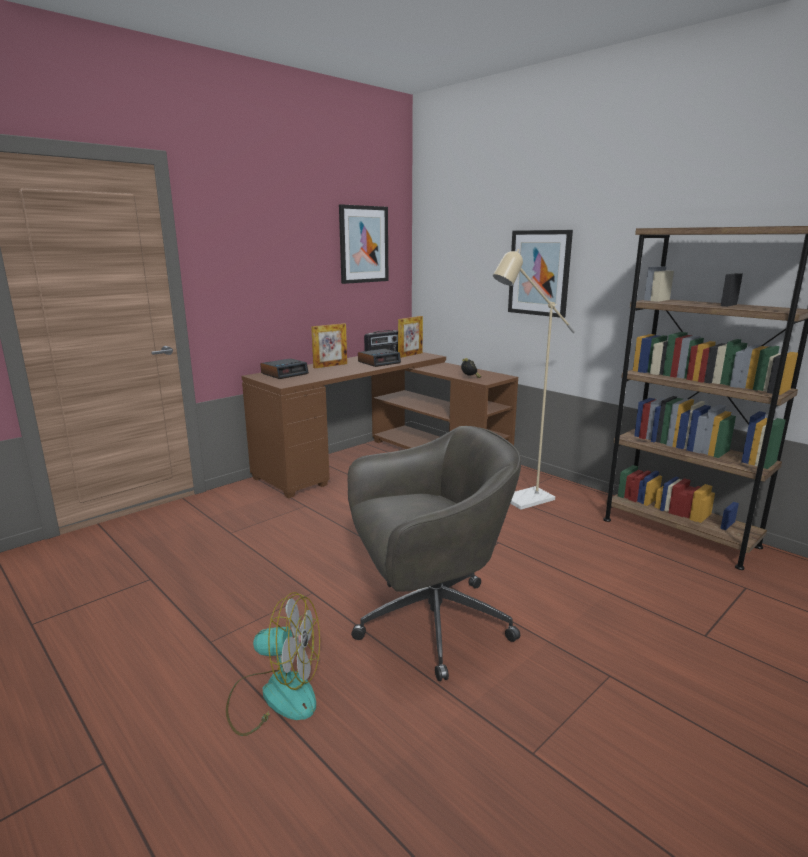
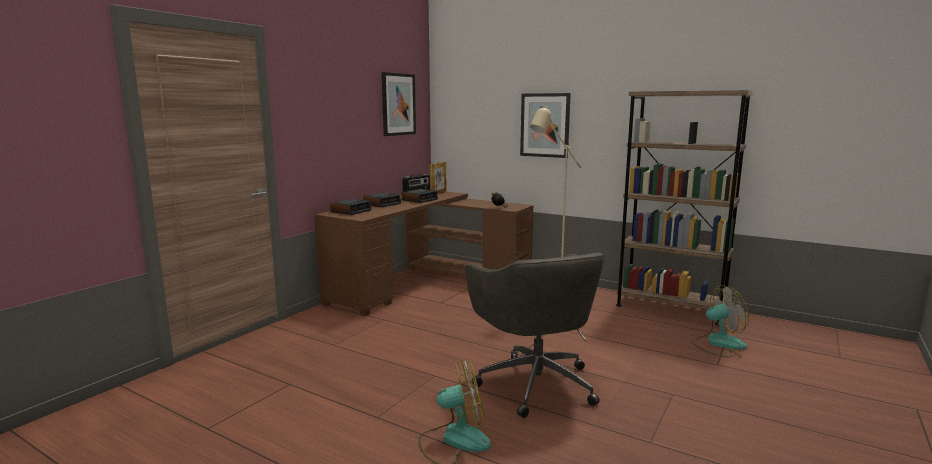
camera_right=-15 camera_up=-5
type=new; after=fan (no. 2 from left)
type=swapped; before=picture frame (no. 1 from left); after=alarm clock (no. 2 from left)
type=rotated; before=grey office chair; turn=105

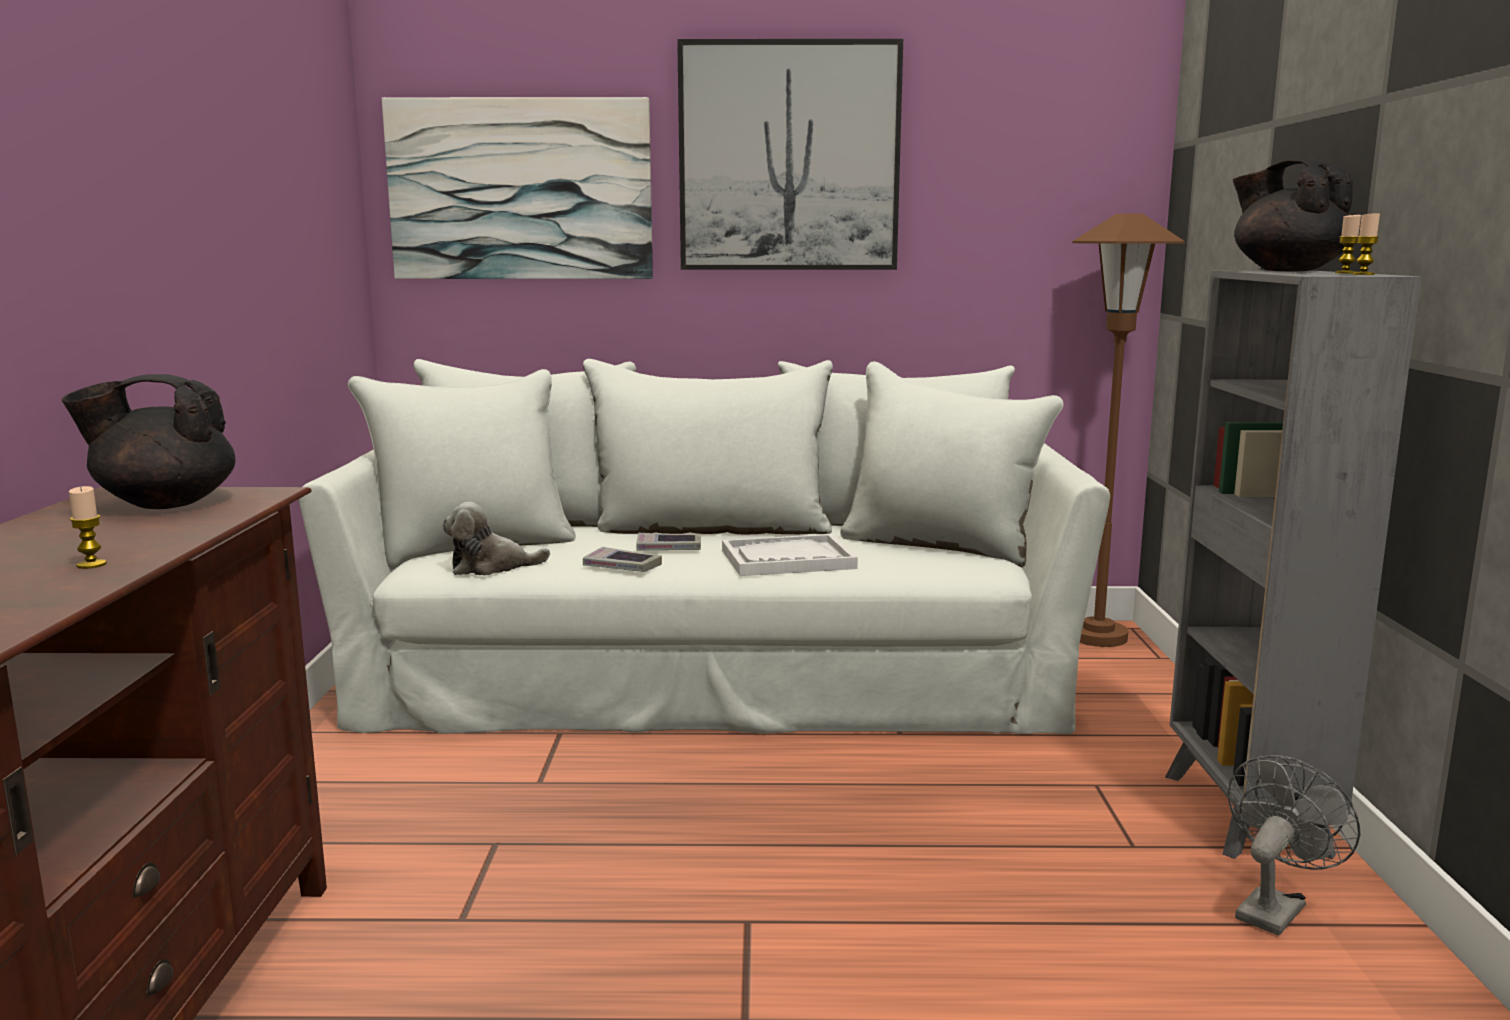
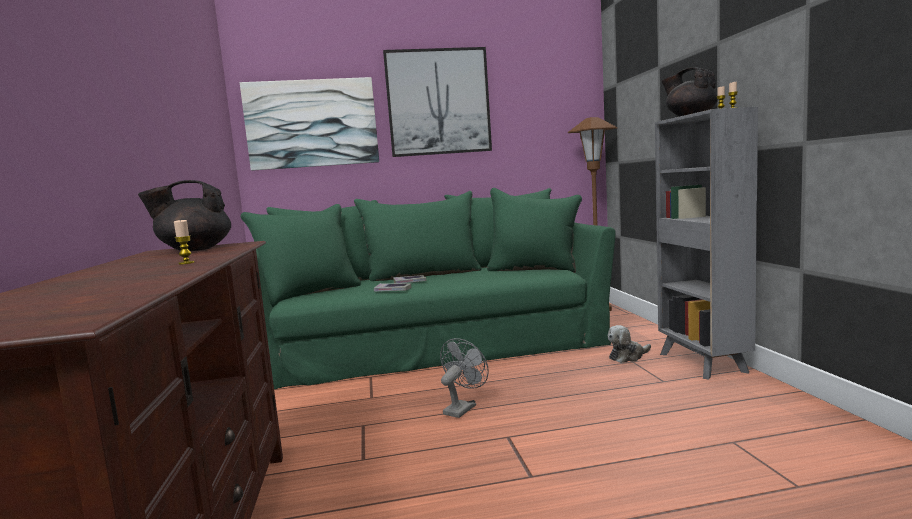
camera_right=-10 camera_up=-5
type=gone; before=white tray
type=shifted; before=plush toy
type=shifted; before=grey fan
type=repainted; before=white sofa; after=green sofa

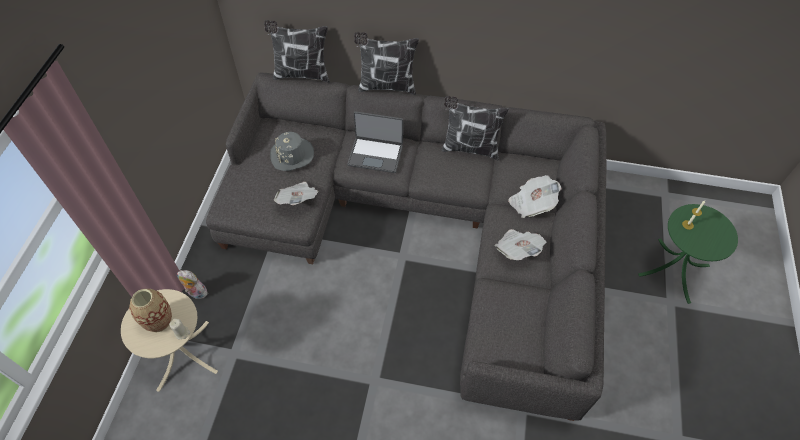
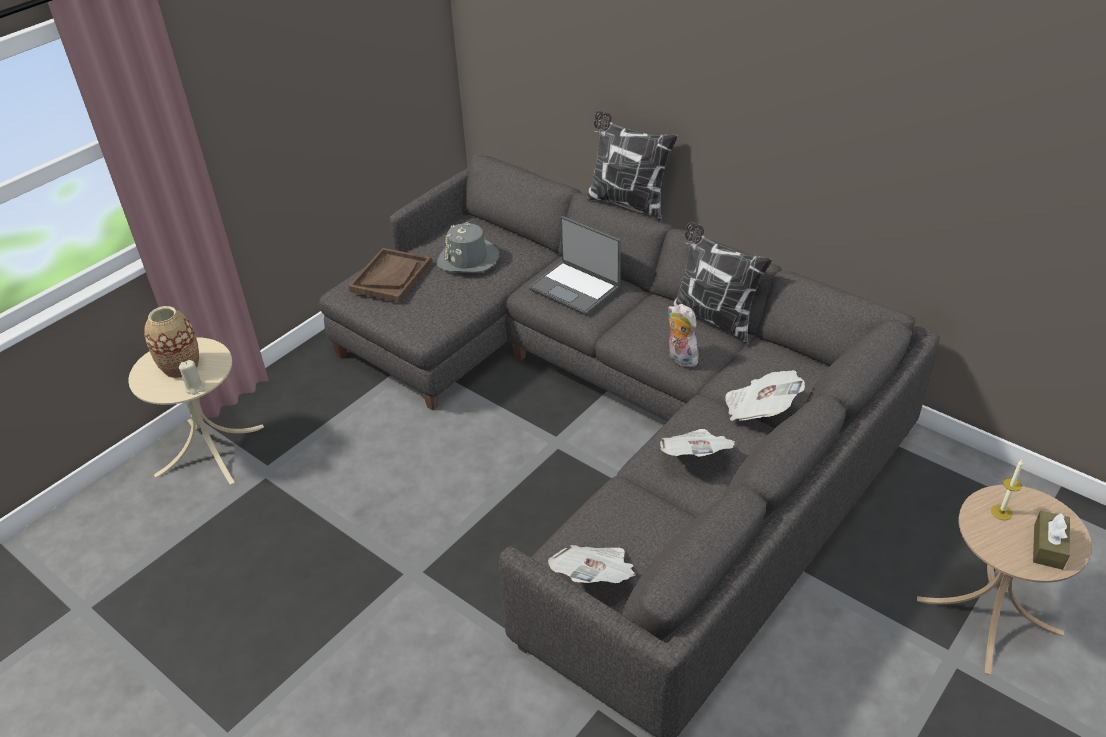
camera_right=30 camera_up=-15
type=gone; before=pillow (no. 1 from left)
type=new; after=brown tray
type=new; after=brown tissue box
type=shifted; before=plush toy
type=shifted; before=newspaper (no. 1 from left)
type=repainted; before=green side table; after=beige side table (no. 2 from left)

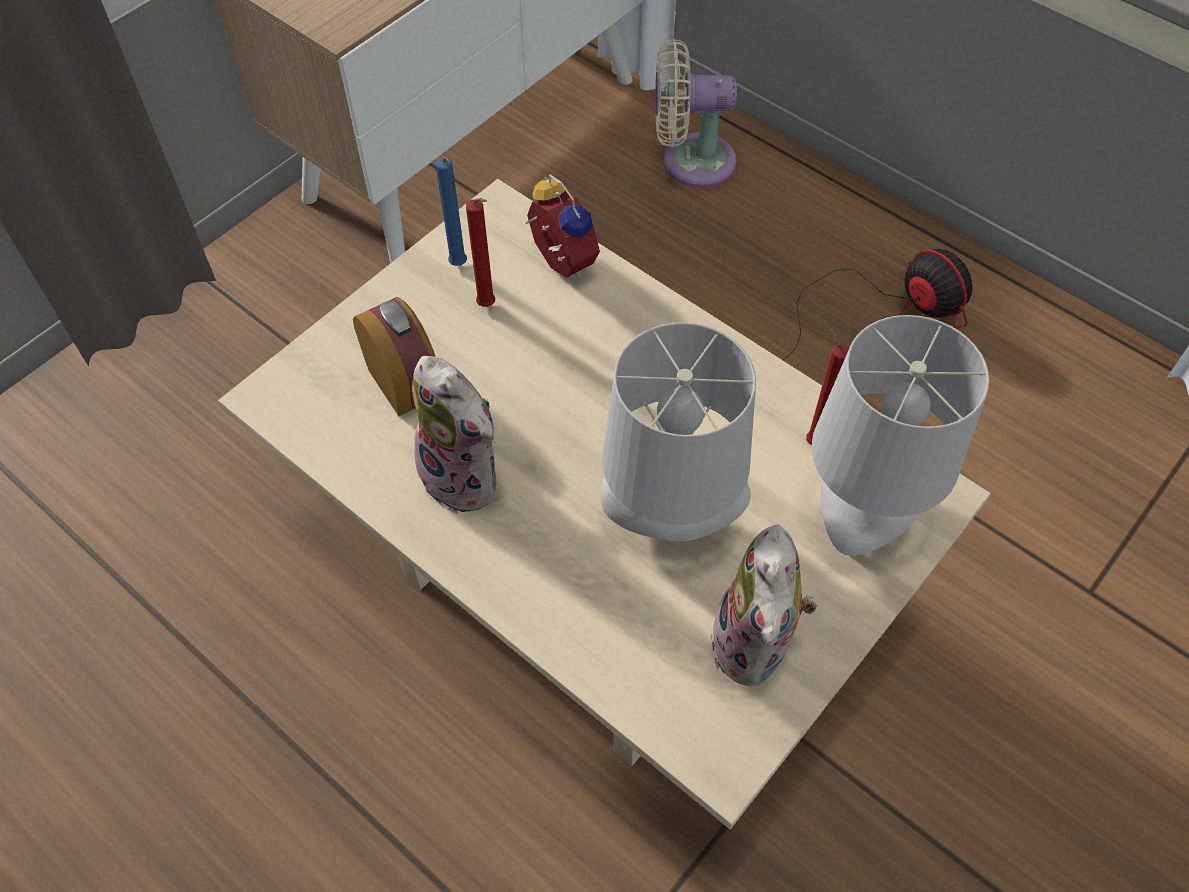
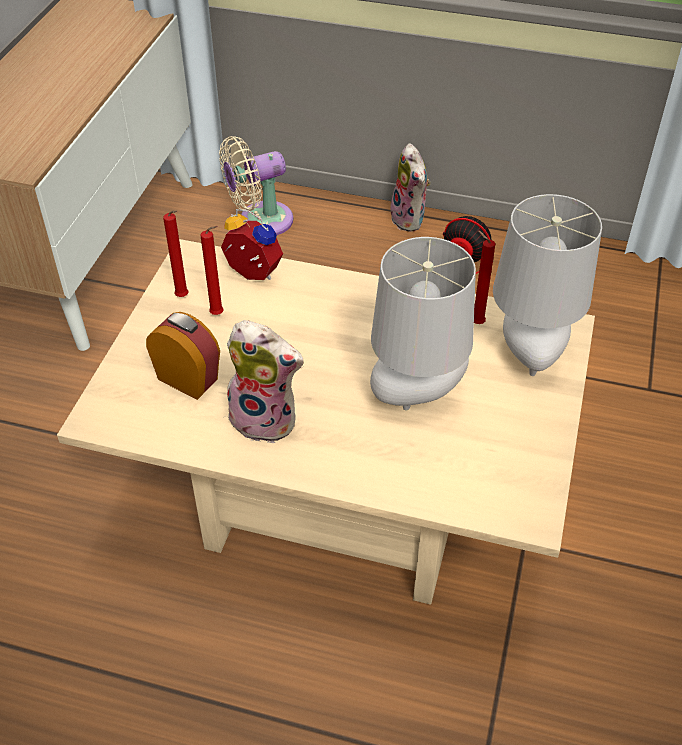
camera_right=-25 camera_up=-10
type=shifted; before=plush toy (no. 2 from left)
type=repainted; before=blue candle; after=red candle (no. 1 from left)

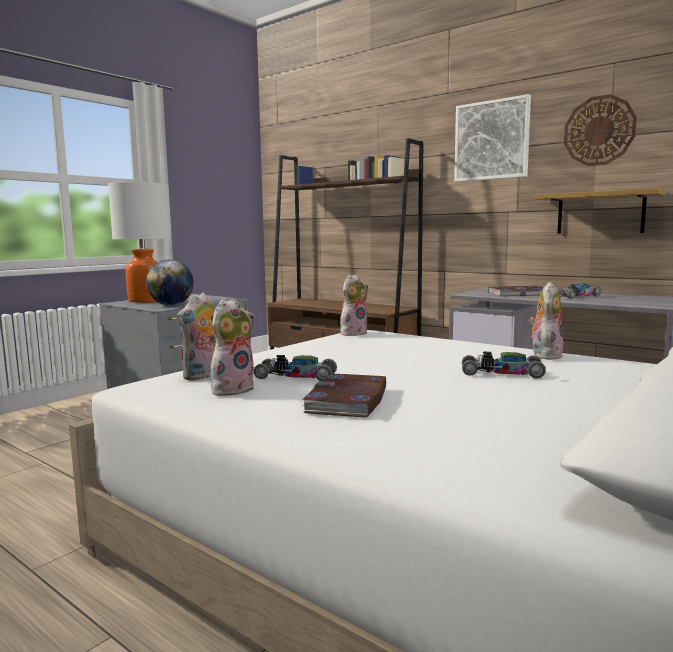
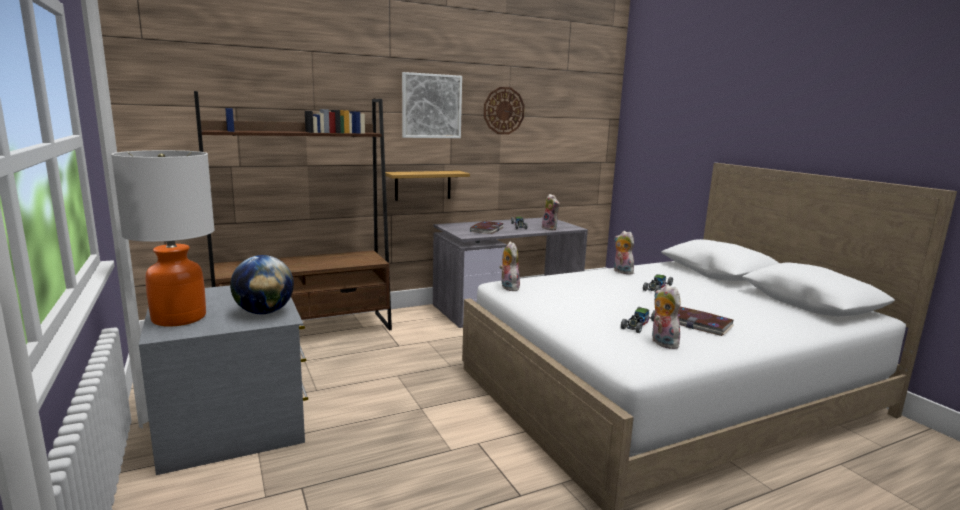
camera_right=-65 camera_up=5
type=shifted; before=plush toy (no. 1 from left in the first image); after=plush toy (no. 2 from left)
type=shifted; before=shelf

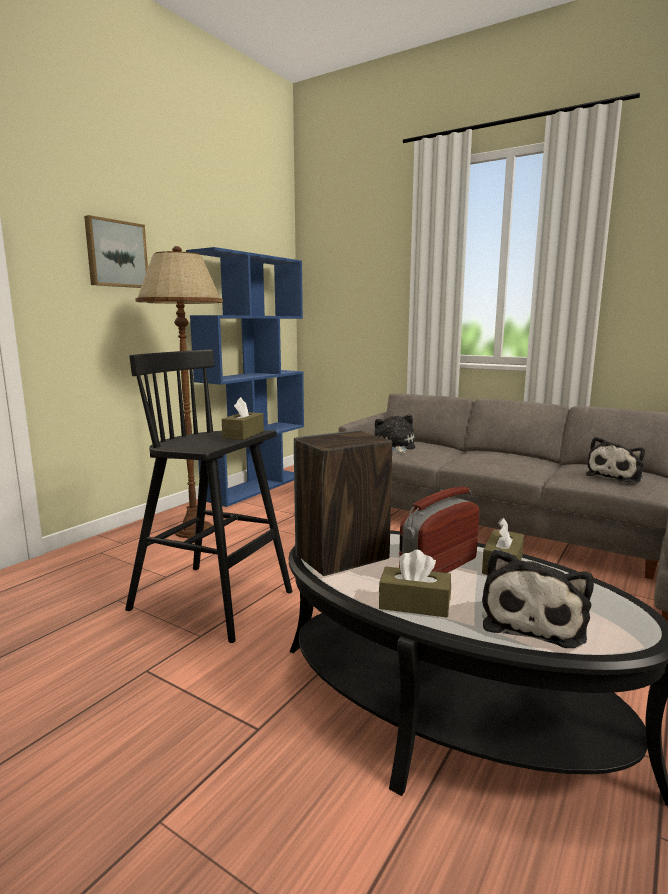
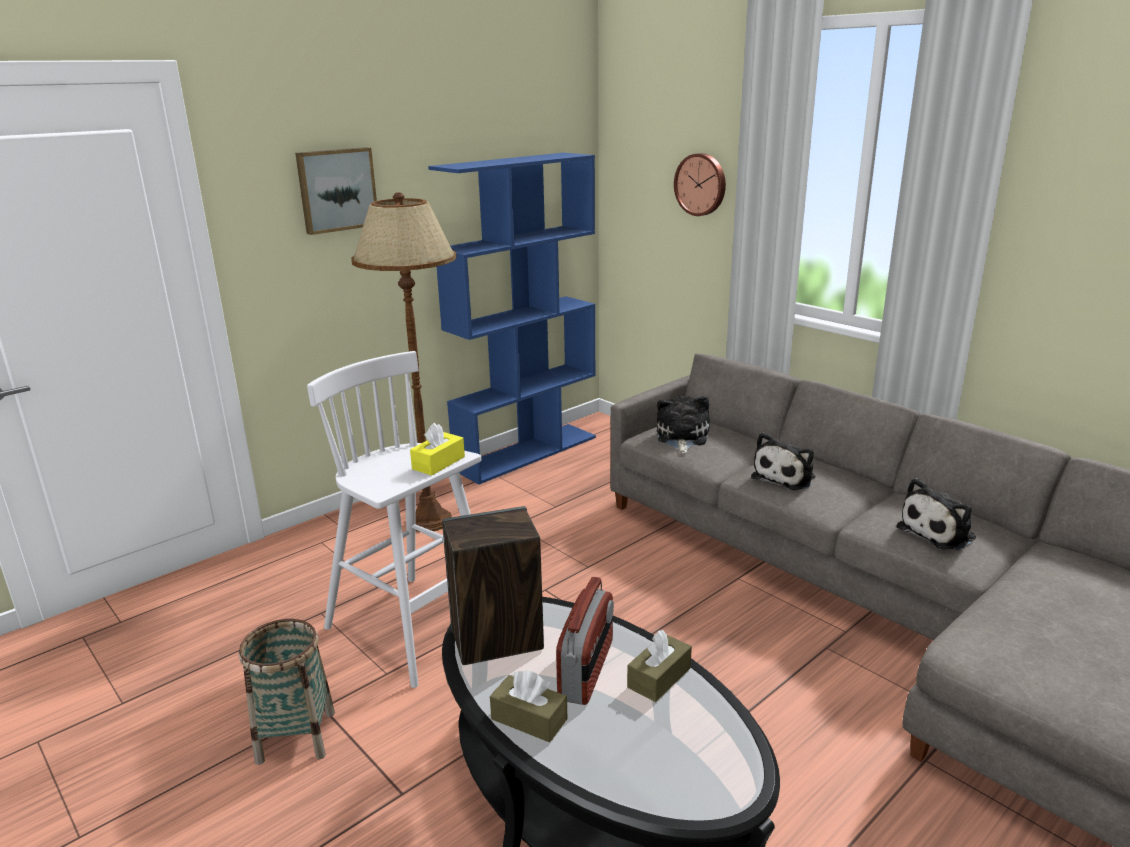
camera_right=15 camera_up=10
type=new; after=basket
type=new; after=wall clock
type=shifted; before=plush toy (no. 2 from left)
type=repainted; before=black stool; after=white stool
type=repainted; before=brown tissue box (no. 1 from left); after=yellow tissue box
type=rotated; before=radio; turn=135

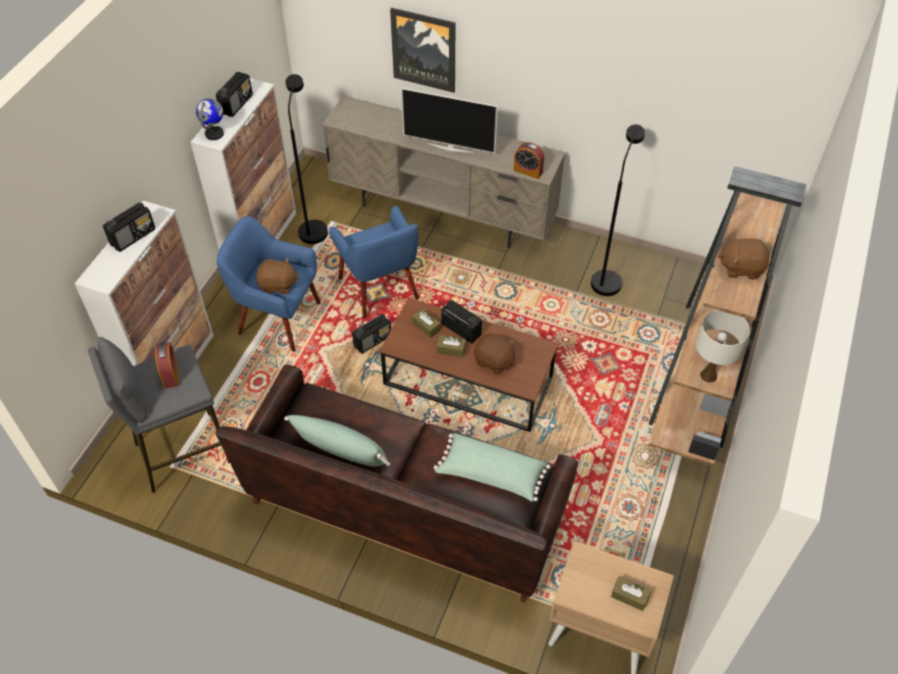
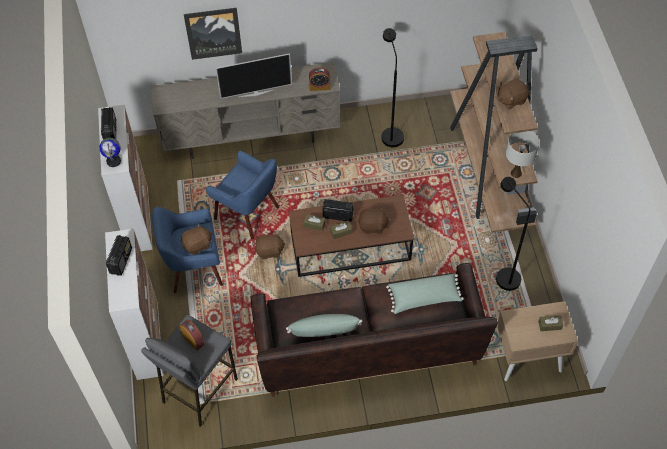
camera_right=-30 camera_up=5
type=shifted; before=black floor lamp (no. 1 from left in the first image); after=black floor lamp (no. 2 from left)
type=swapped; before=radio (no. 3 from left); after=brown plush toy (no. 2 from left)

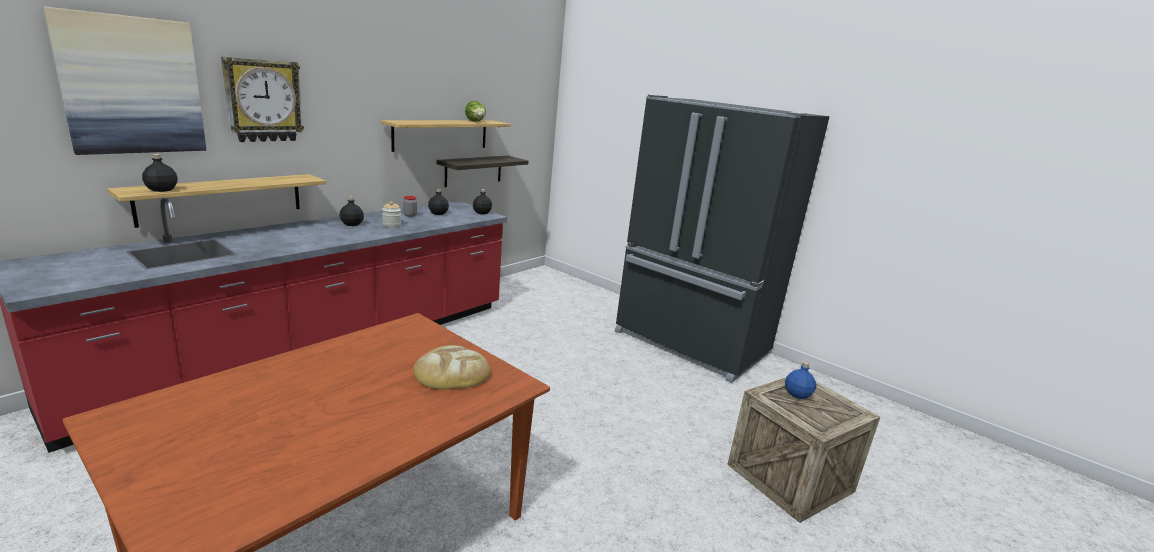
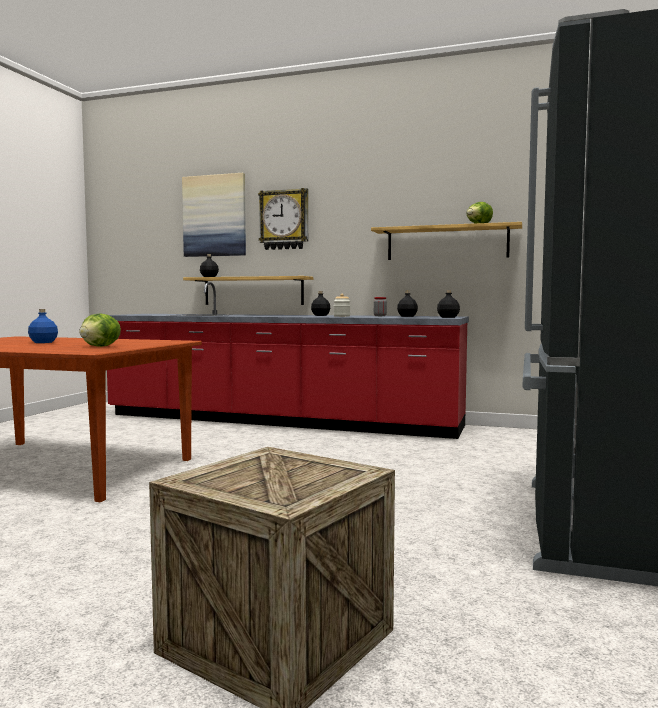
camera_right=70 camera_up=-15
type=gone; before=shelf (no. 3 from left)
type=shifted; before=blue bottle
type=swapped; before=bread; after=lettuce (no. 1 from left)

